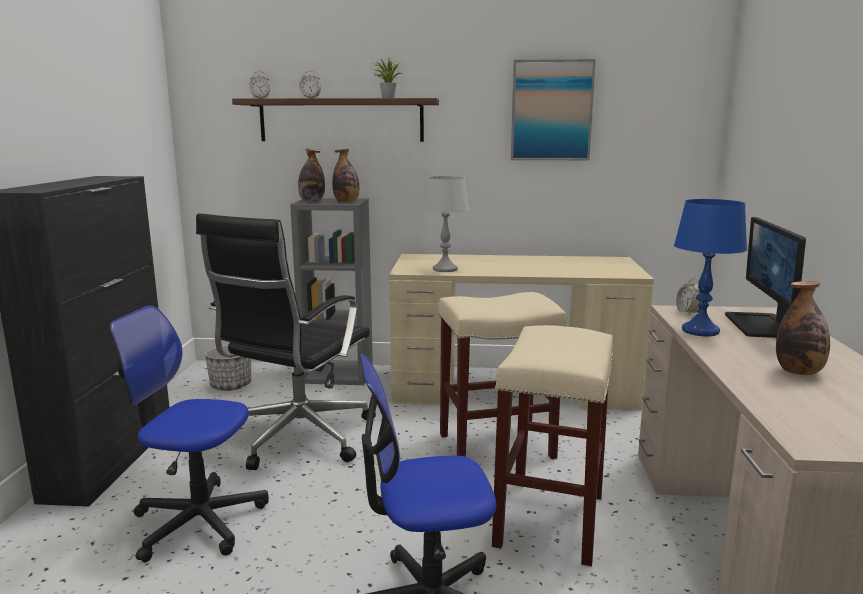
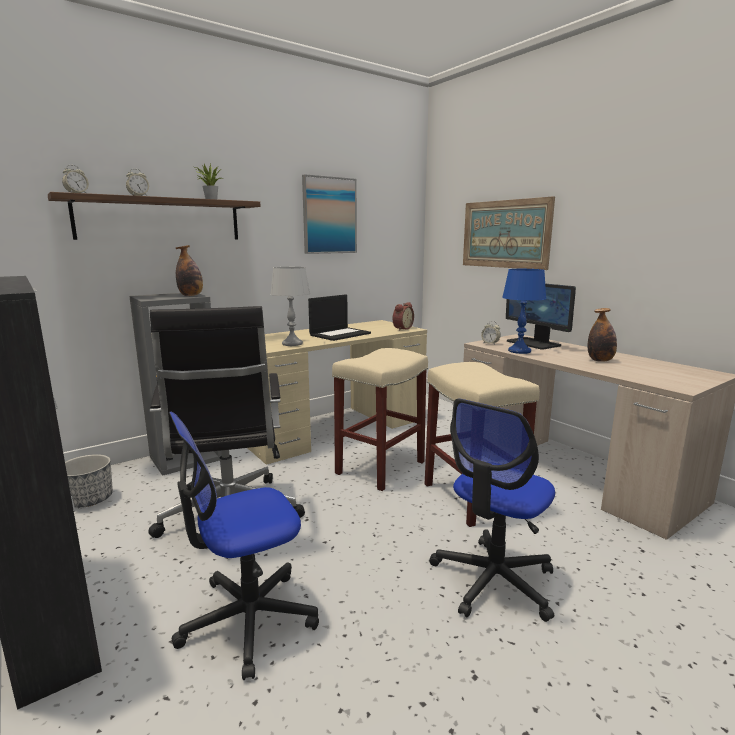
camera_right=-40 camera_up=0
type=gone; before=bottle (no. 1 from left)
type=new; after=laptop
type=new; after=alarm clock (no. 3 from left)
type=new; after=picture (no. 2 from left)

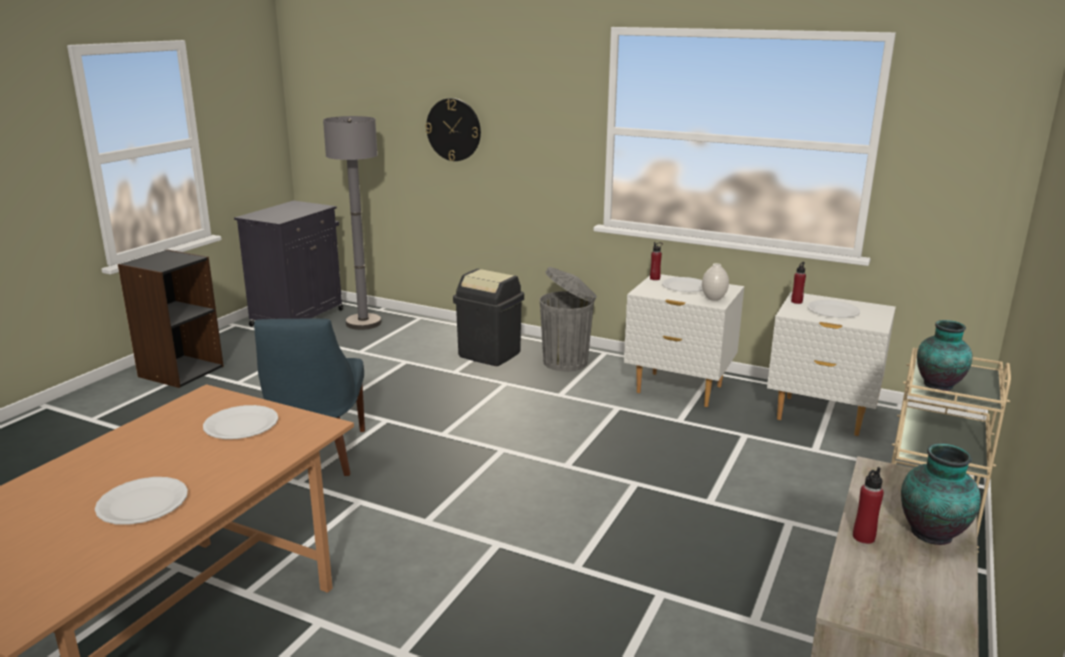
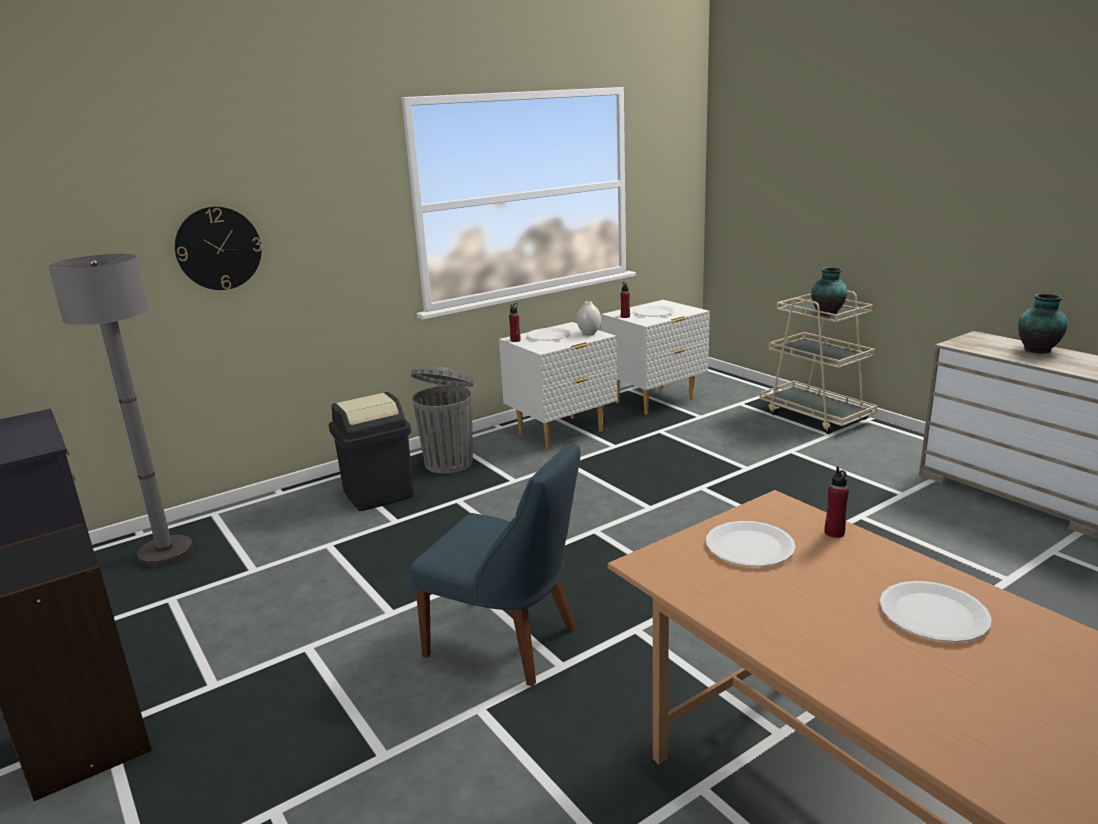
camera_right=-60 camera_up=0
type=shifted; before=red bottle (no. 3 from left)

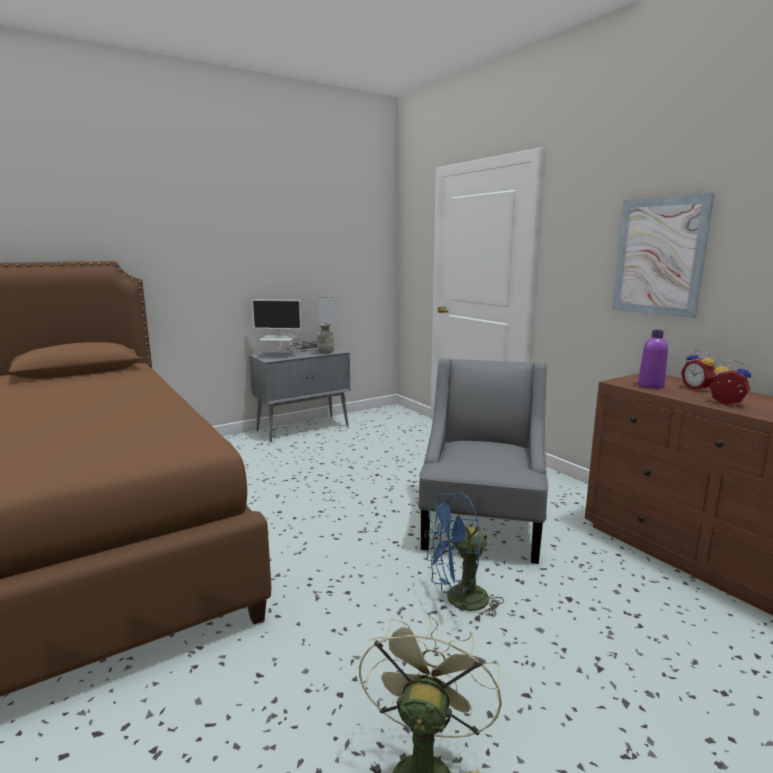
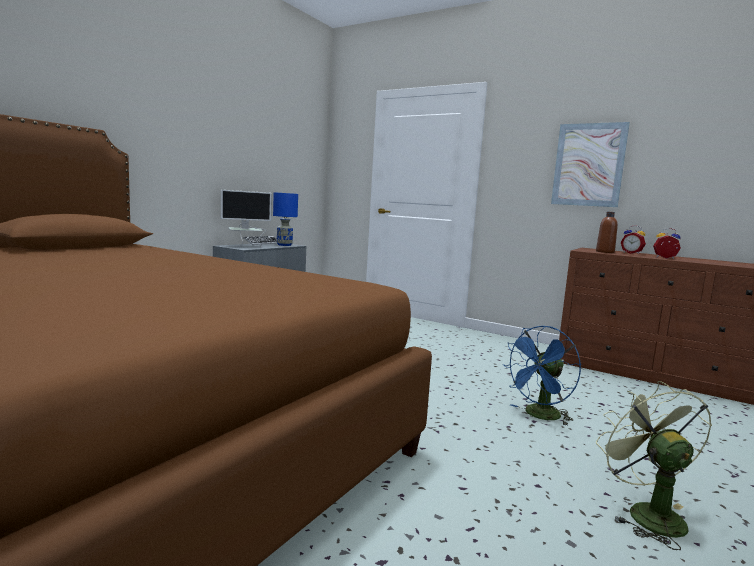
camera_right=-25 camera_up=-5
type=gone; before=grey armchair
type=repainted; before=grey table lamp; after=blue table lamp
type=repainted; before=purple bottle; after=brown bottle

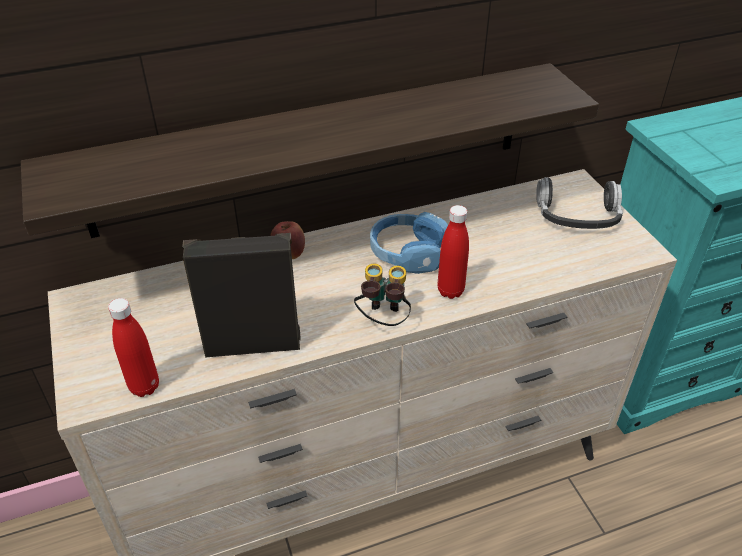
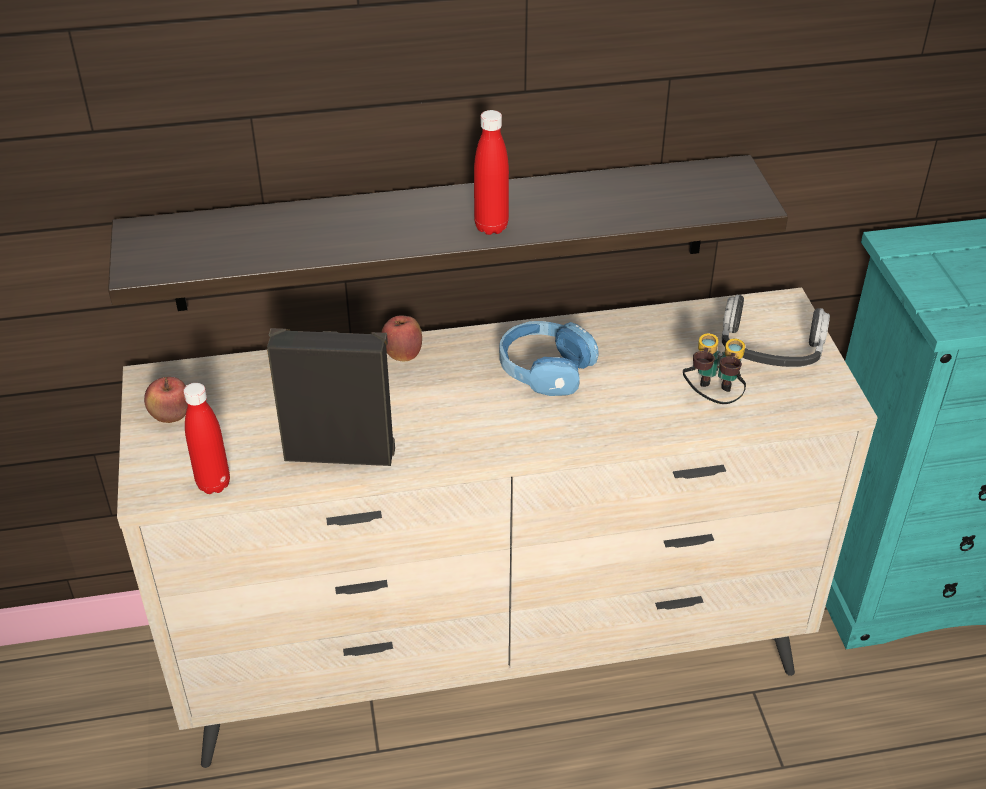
camera_right=10 camera_up=0
type=new; after=apple (no. 1 from left)
type=shifted; before=binoculars
type=shifted; before=red bottle (no. 2 from left)

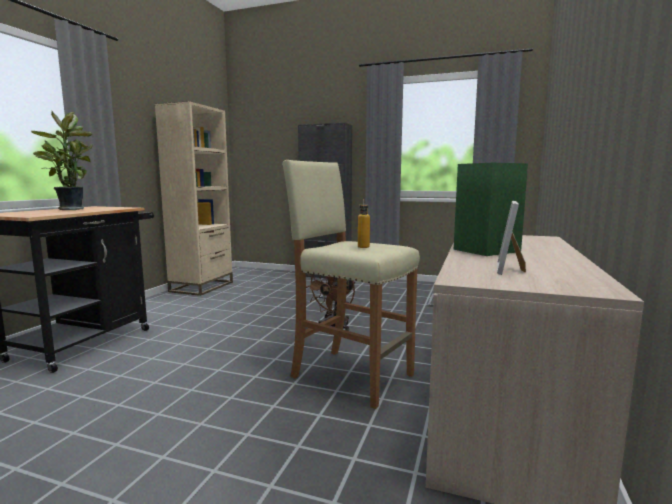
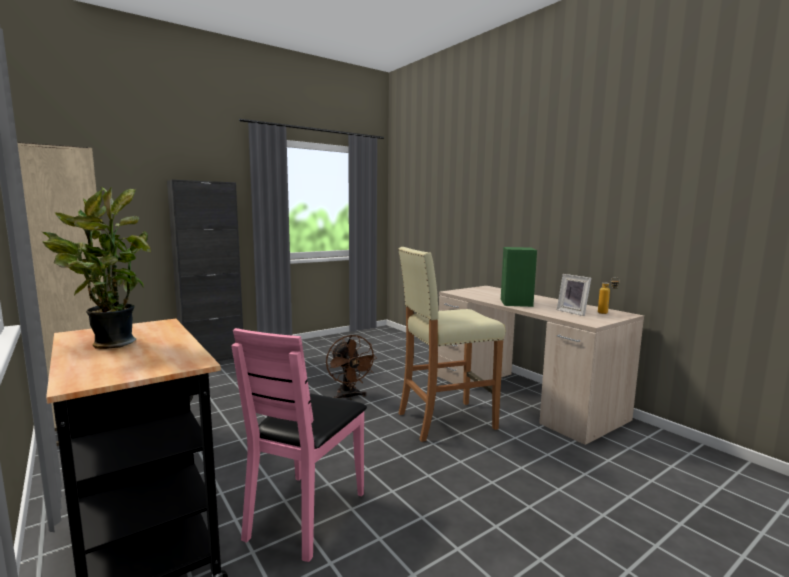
camera_right=-55 camera_up=0
type=new; after=pink chair
type=shifted; before=bottle

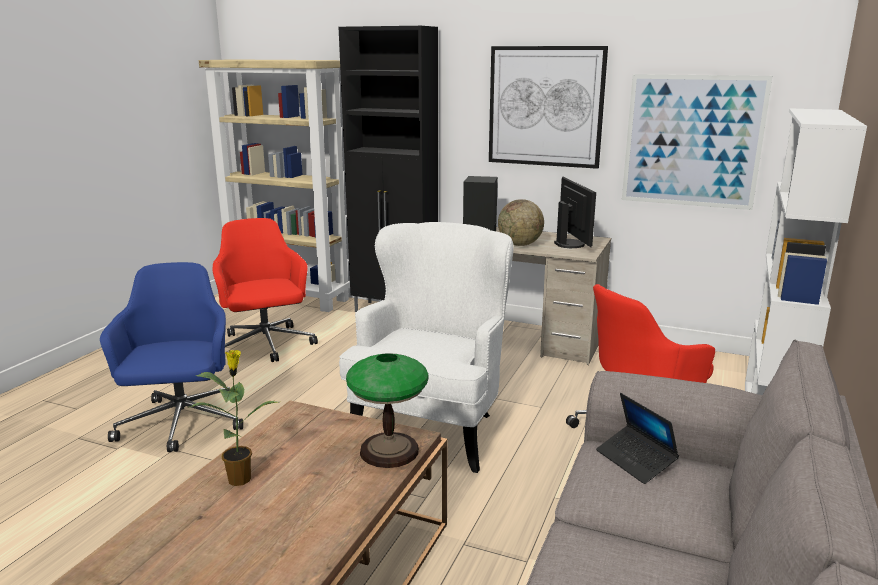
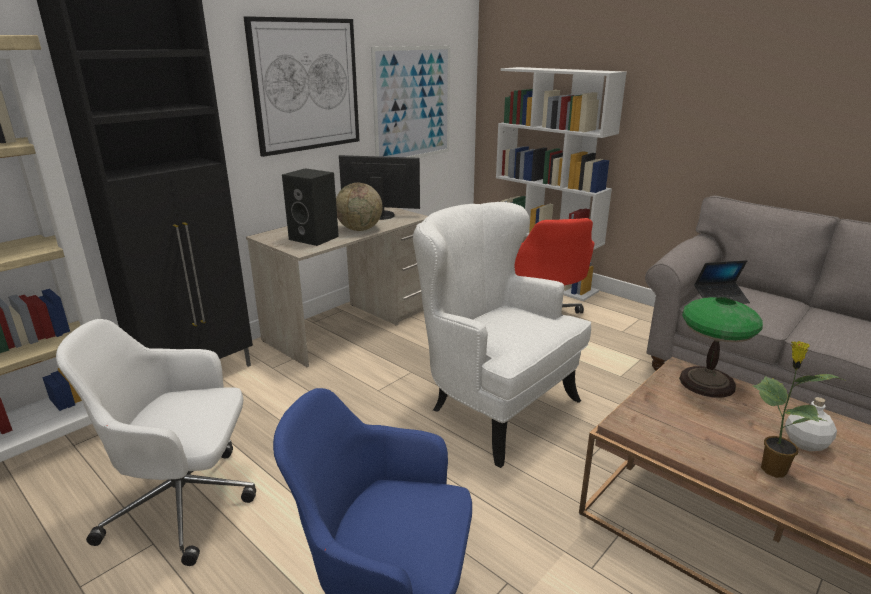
camera_right=-70 camera_up=5
type=new; after=white bottle
type=repainted; before=red office chair (no. 1 from left); after=white office chair

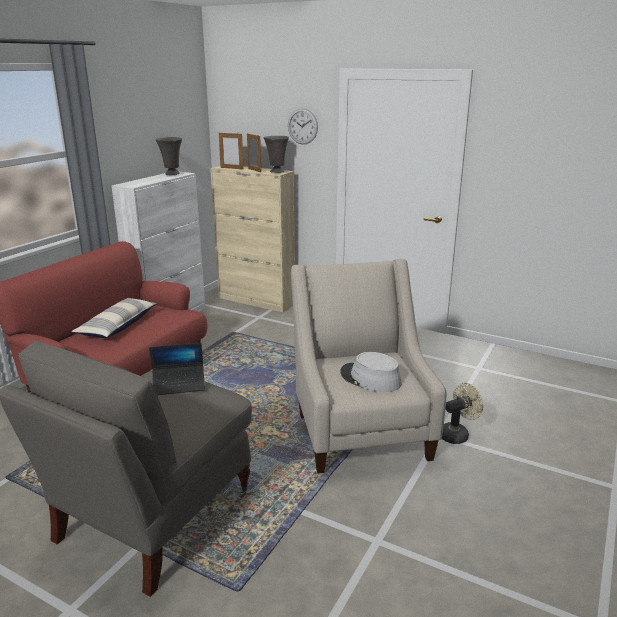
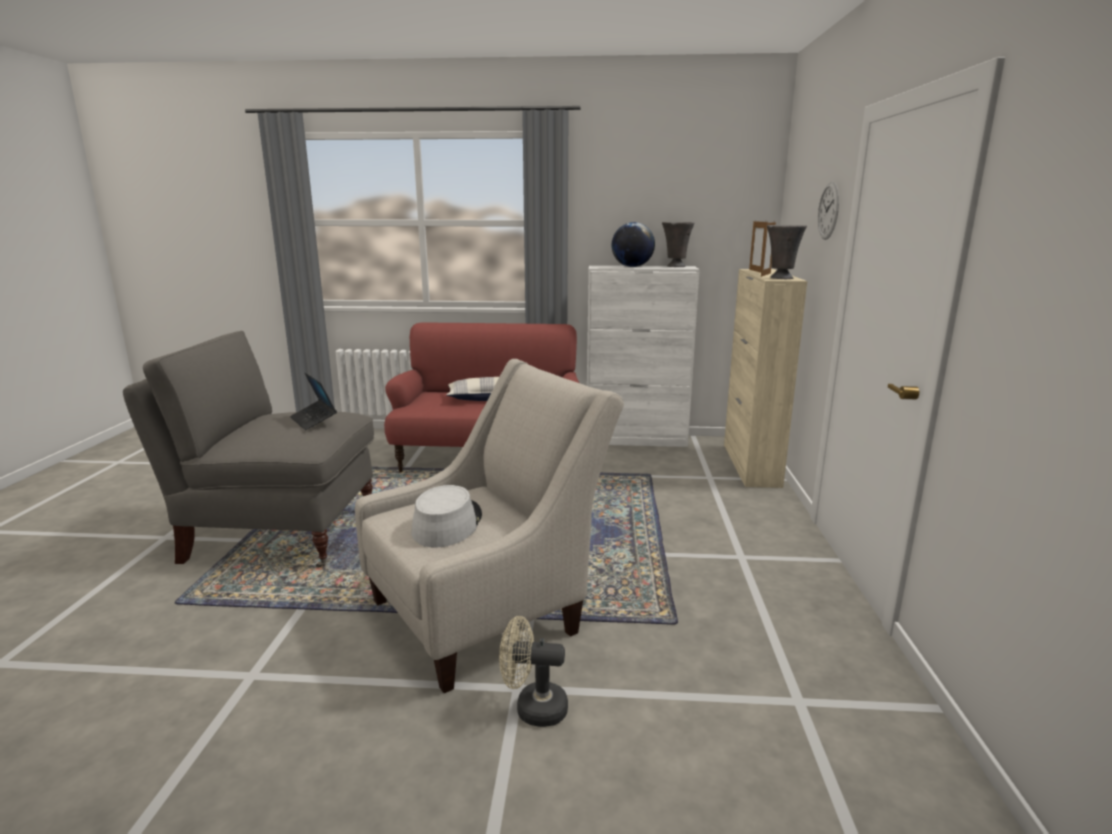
camera_right=65 camera_up=-5
type=new; after=globe
type=rotated; before=beige fan; turn=150

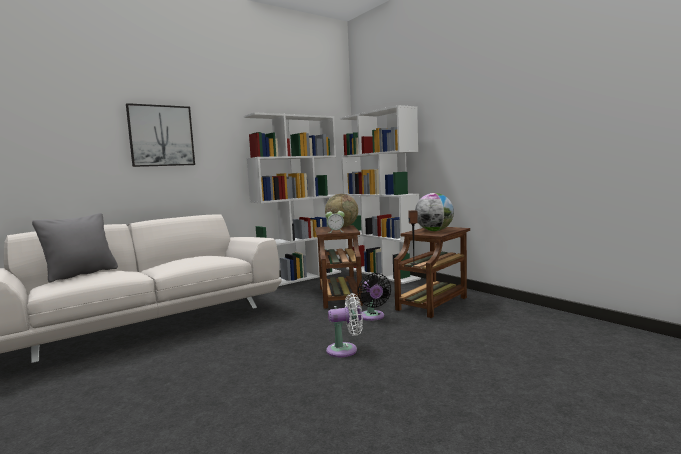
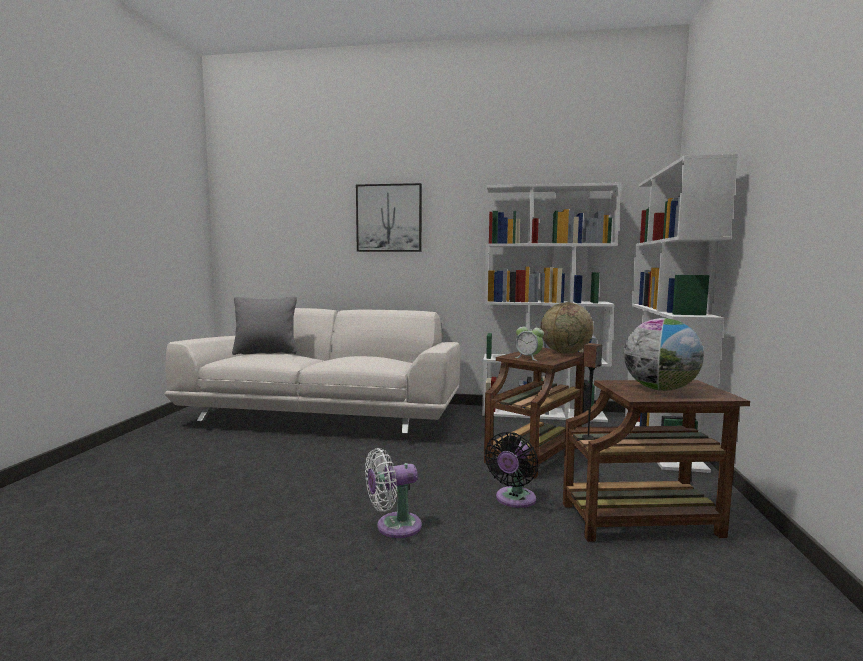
camera_right=45 camera_up=0
type=rotated; before=white fan; turn=120

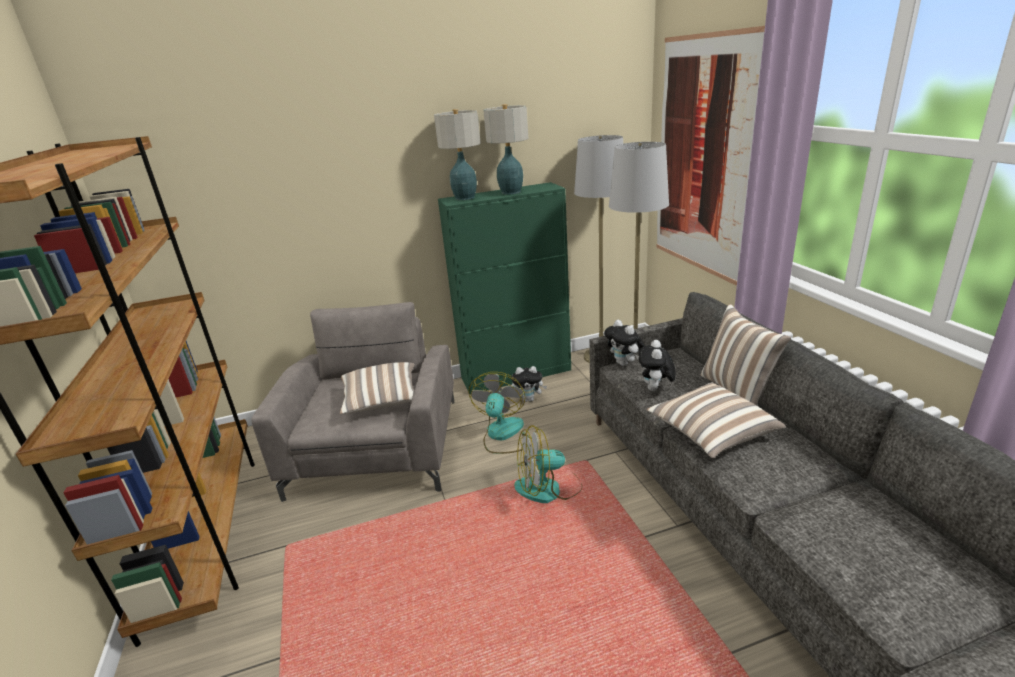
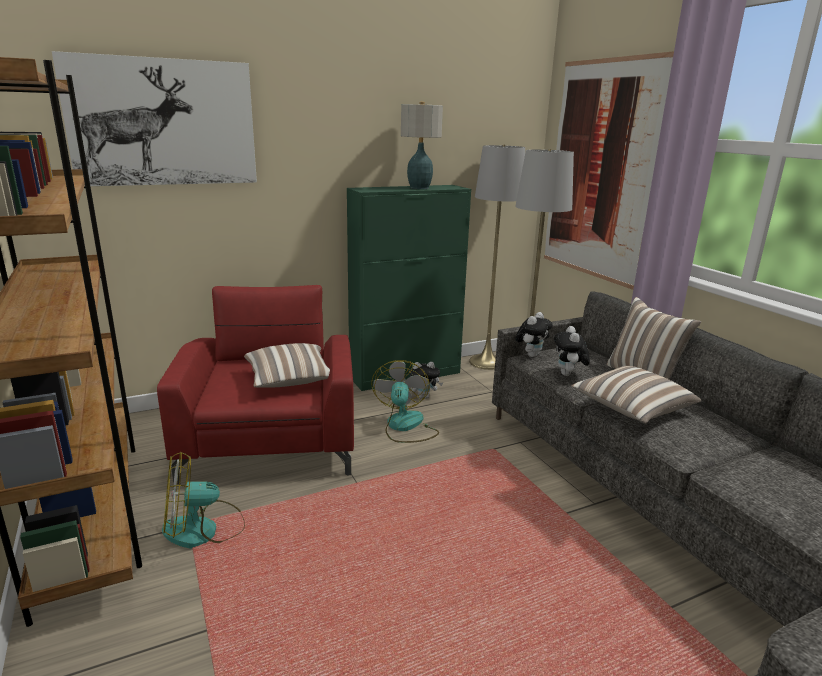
camera_right=-10 camera_up=-5
type=gone; before=table lamp (no. 1 from left)
type=new; after=picture (no. 1 from left)
type=shifted; before=fan (no. 2 from left in the first image); after=fan (no. 1 from left)
type=repainted; before=grey armchair; after=red armchair
type=rotated; before=plush toy (no. 2 from left); turn=-105

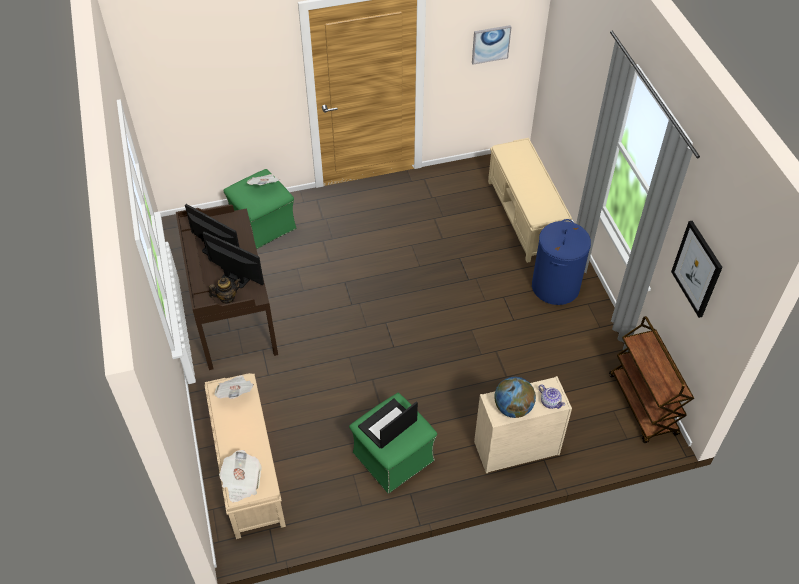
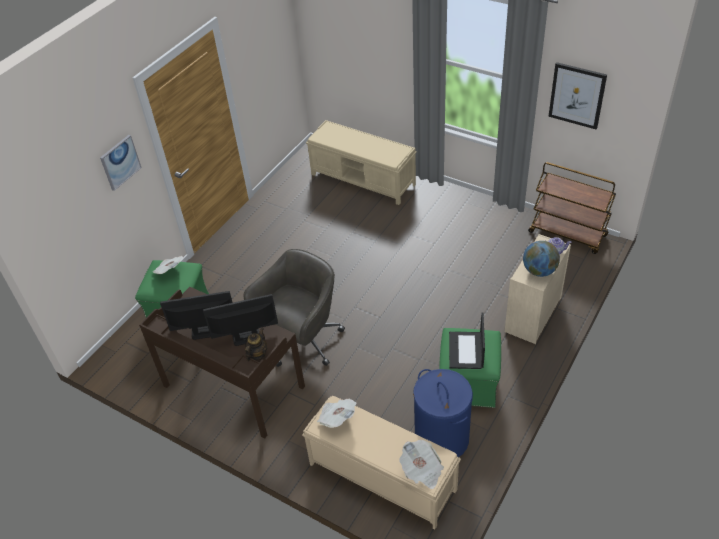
camera_right=-40 camera_up=-5
type=new; after=grey office chair
type=shifted; before=picture (no. 1 from left)
type=shifted; before=blue laundry basket

